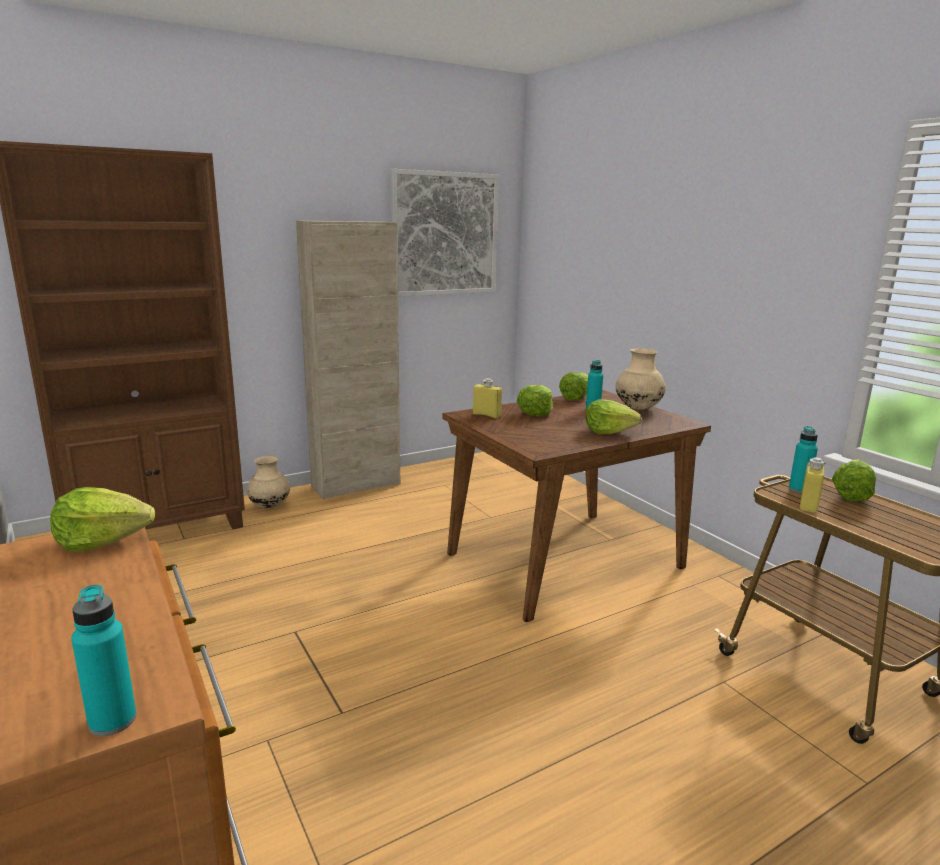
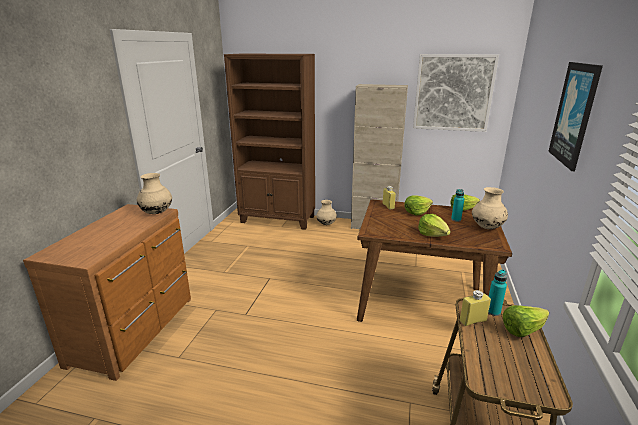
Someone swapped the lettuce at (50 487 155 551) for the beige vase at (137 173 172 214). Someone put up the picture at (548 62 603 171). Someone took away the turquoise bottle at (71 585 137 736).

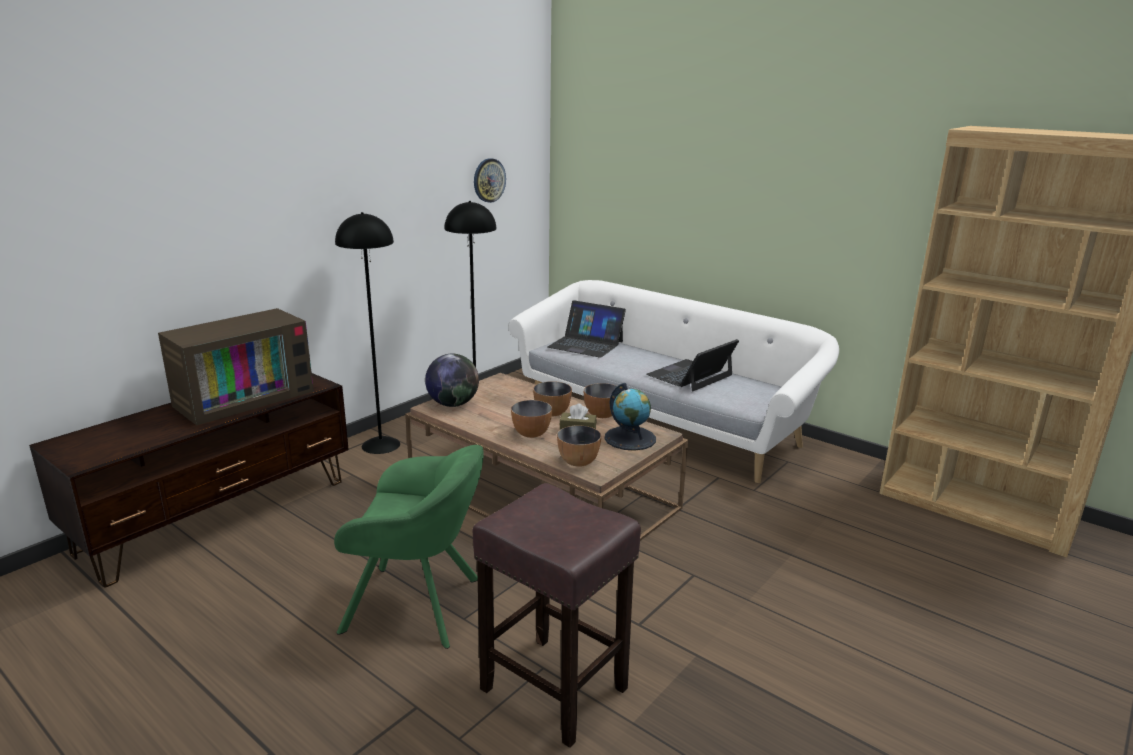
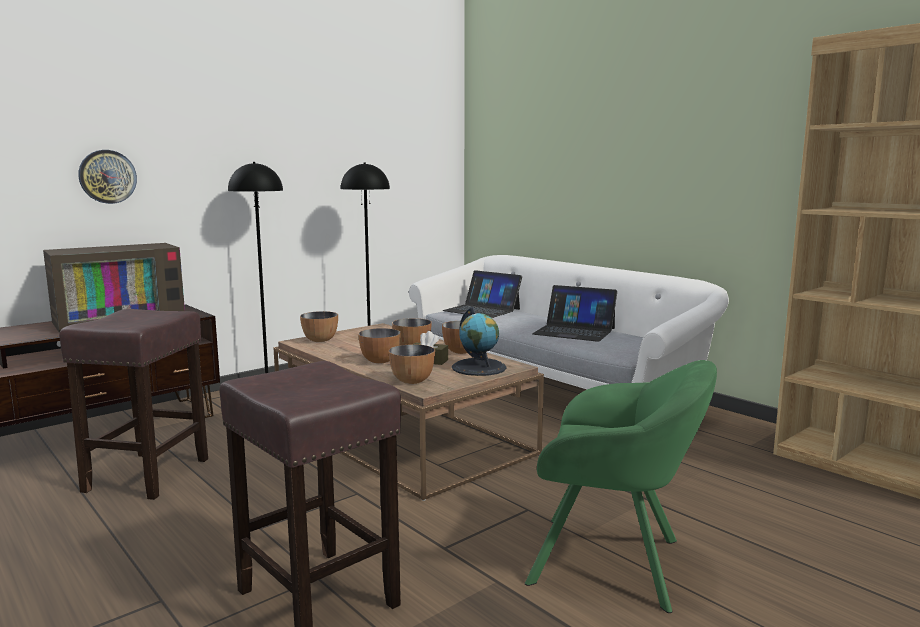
Someone put down the brown stool at (59 309 208 500). Someone carried the wall clock from (474 158 506 203) to (78 150 137 204). Someone swapped the globe at (425 354 479 407) for the bowl at (300 311 338 342). Someone carried the green armchair from (334 445 484 649) to (525 360 717 613). Someone rotated the laptop at (647 339 739 391) by 120 degrees counterclockwise.

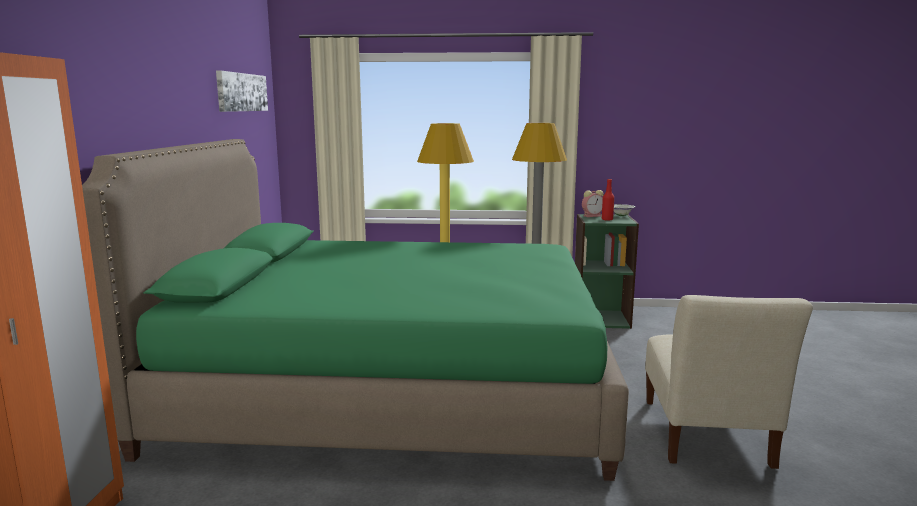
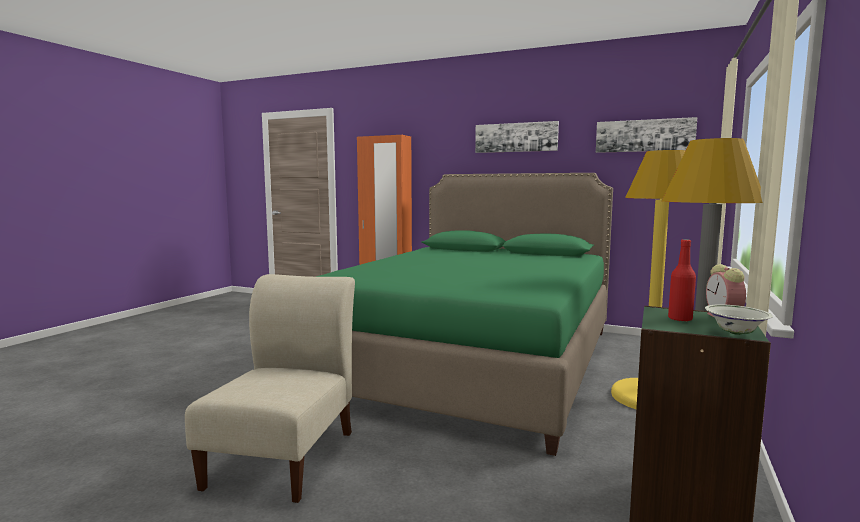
Someone rotated the beige chair at (645 295 813 469) by 75 degrees clockwise. Someone put up the picture at (475 121 559 153).

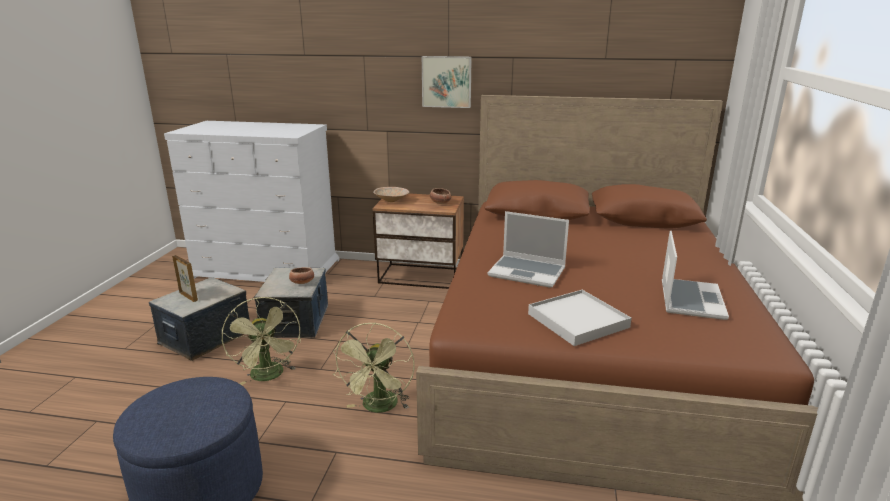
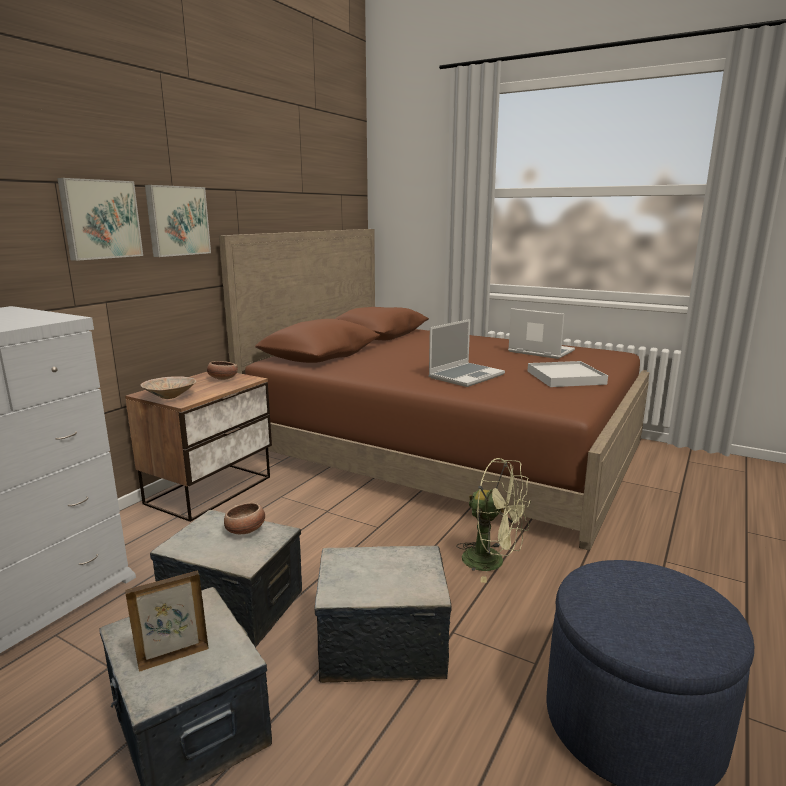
Someone put up the picture at (57 178 143 261). Someone swapped the green fan at (222 297 301 385) for the storage box at (315 546 452 683).

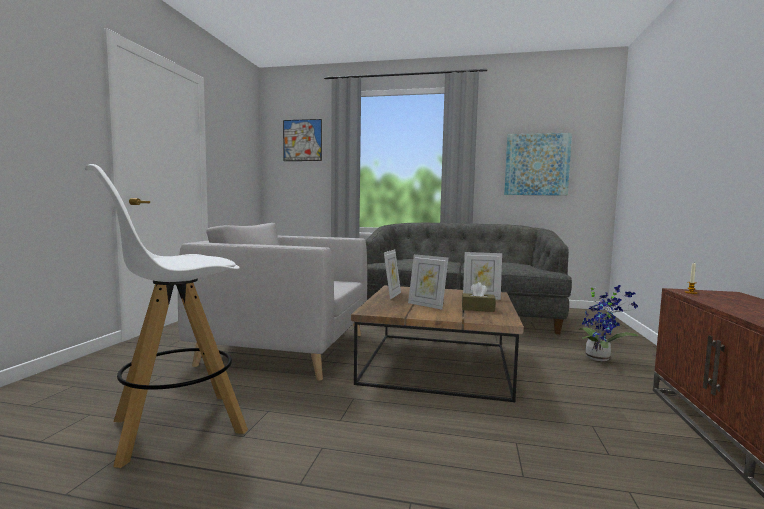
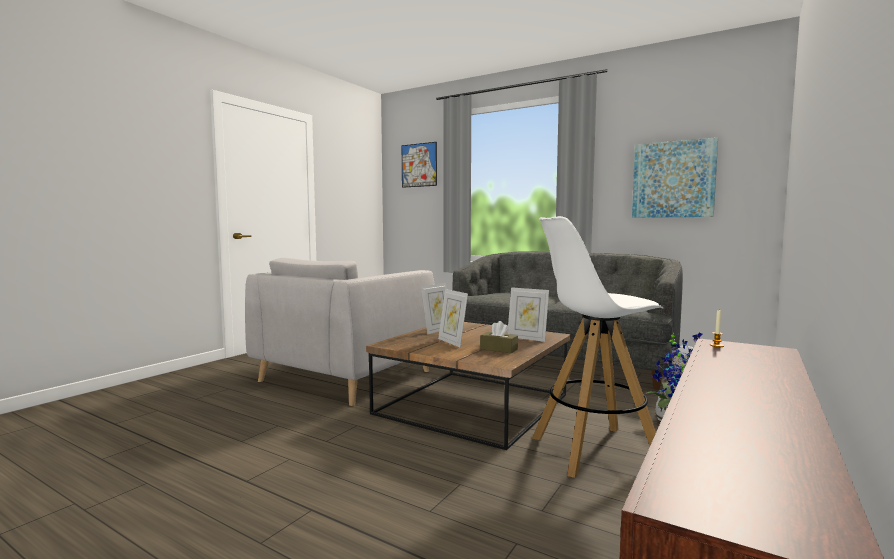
Someone rotated the grey armchair at (178 223 367 380) by 90 degrees counterclockwise. Someone carried the white stool from (85 164 248 468) to (532 216 663 478).

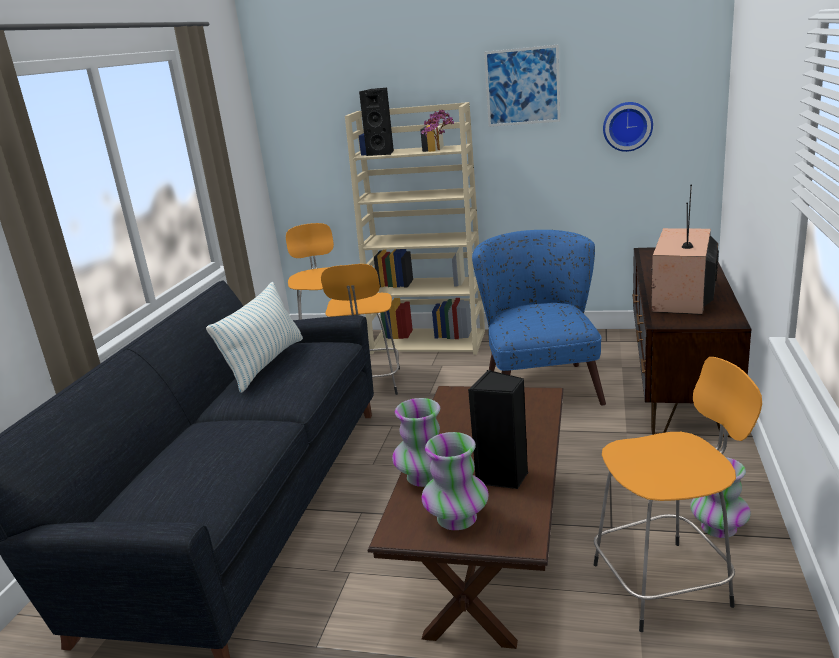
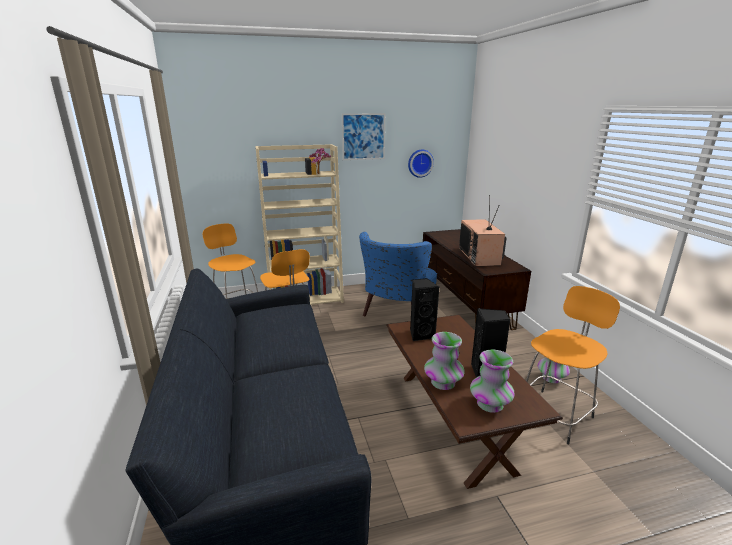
Someone rotated the blue armchair at (472 230 606 406) by 120 degrees counterclockwise. Someone carried the black speaker from (359 88 394 156) to (410 278 439 341). Someone took away the pillow at (206 282 303 393).

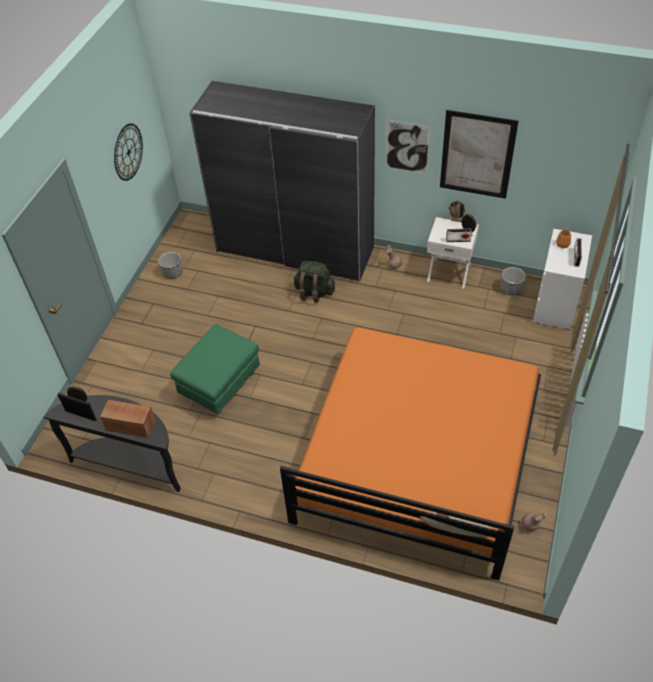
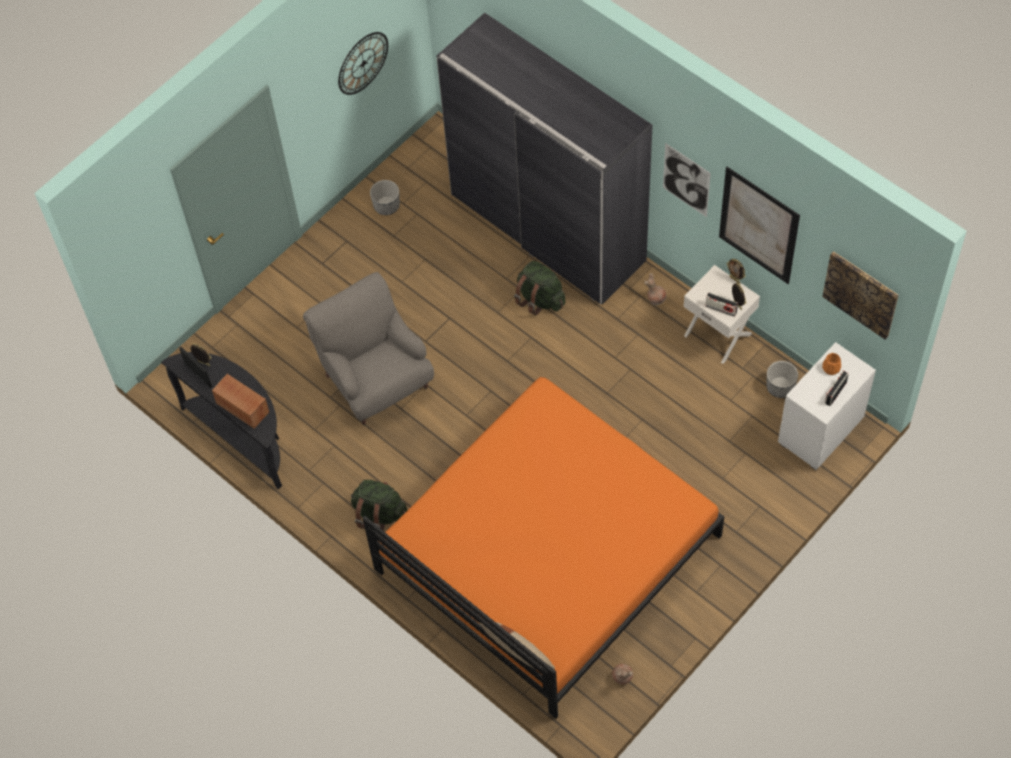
Someone swapped the green ottoman at (170 324 260 414) for the grey armchair at (303 272 434 425). Someone put down the green backpack at (351 480 407 530). Someone put up the picture at (822 251 899 340).

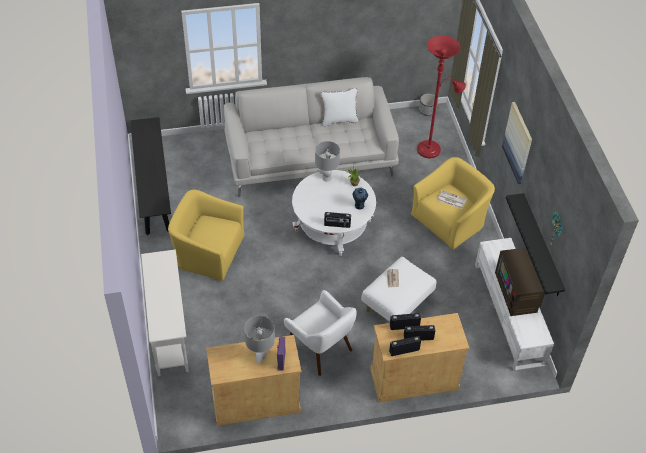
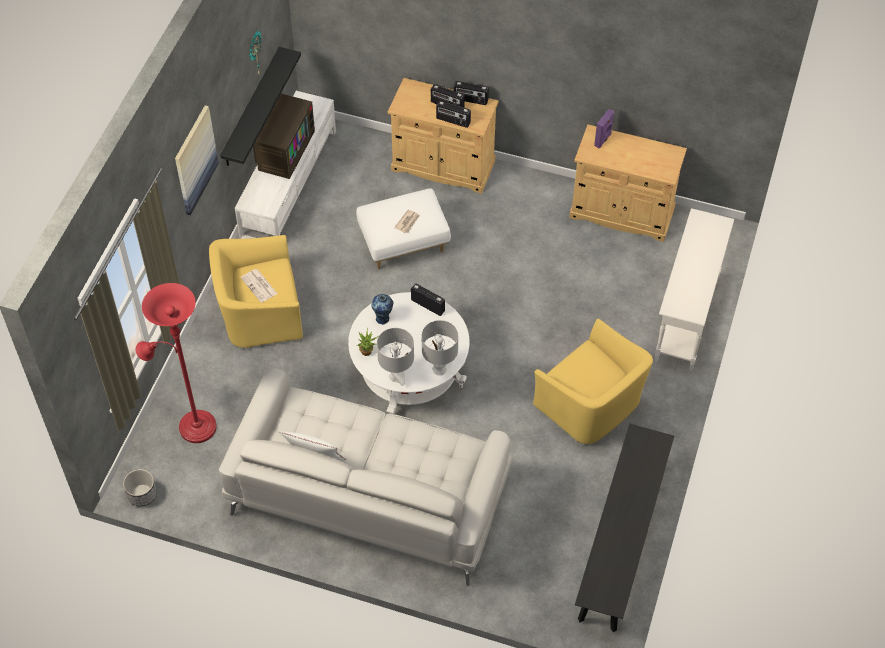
Someone carried the grey table lamp from (244 316 275 364) to (422 320 458 376). Someone took away the white armchair at (284 290 357 376).

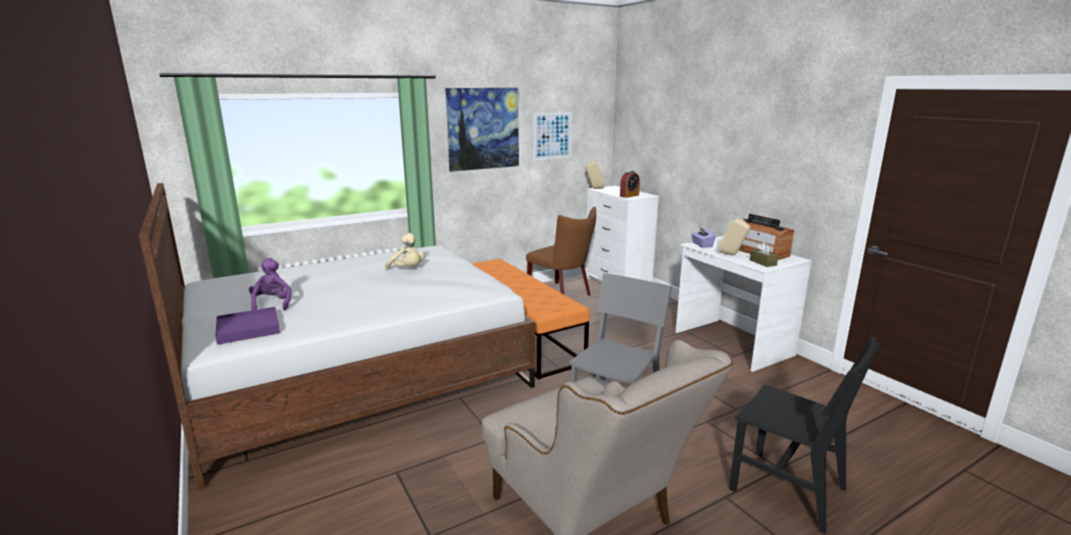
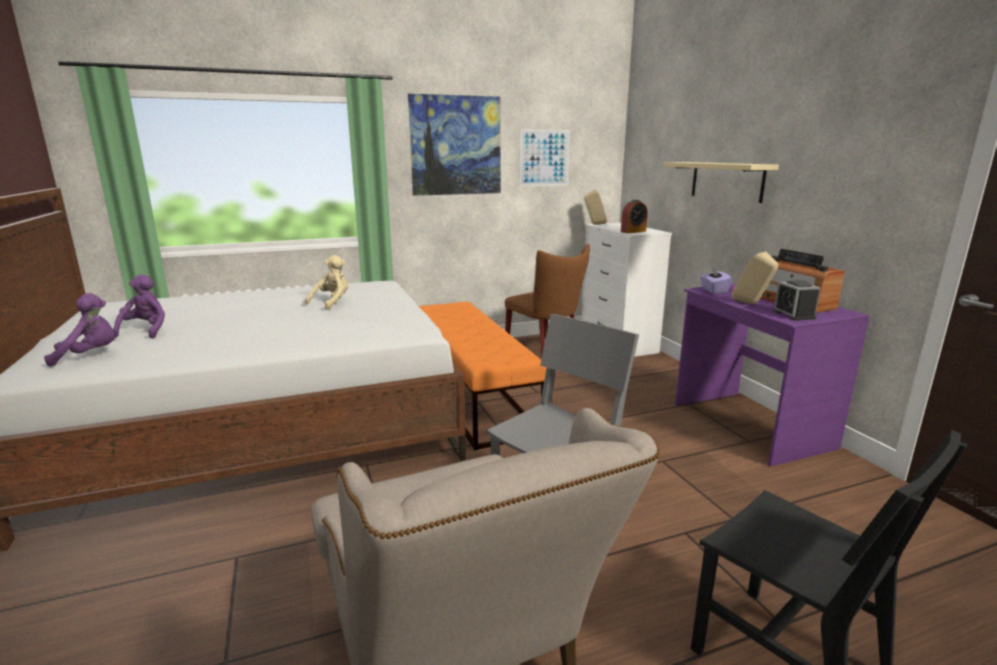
Someone swapped the purple tray at (215 307 280 345) for the purple plush toy at (44 293 115 367). Someone rotated the beige plush toy at (385 233 424 270) by 105 degrees counterclockwise. Someone put up the beige shelf at (663 162 779 203). Someone repainted the white desk at (676 236 812 372), which became the purple desk at (675 283 869 467). Someone swapped the brown tissue box at (750 243 778 267) for the alarm clock at (773 280 821 321).

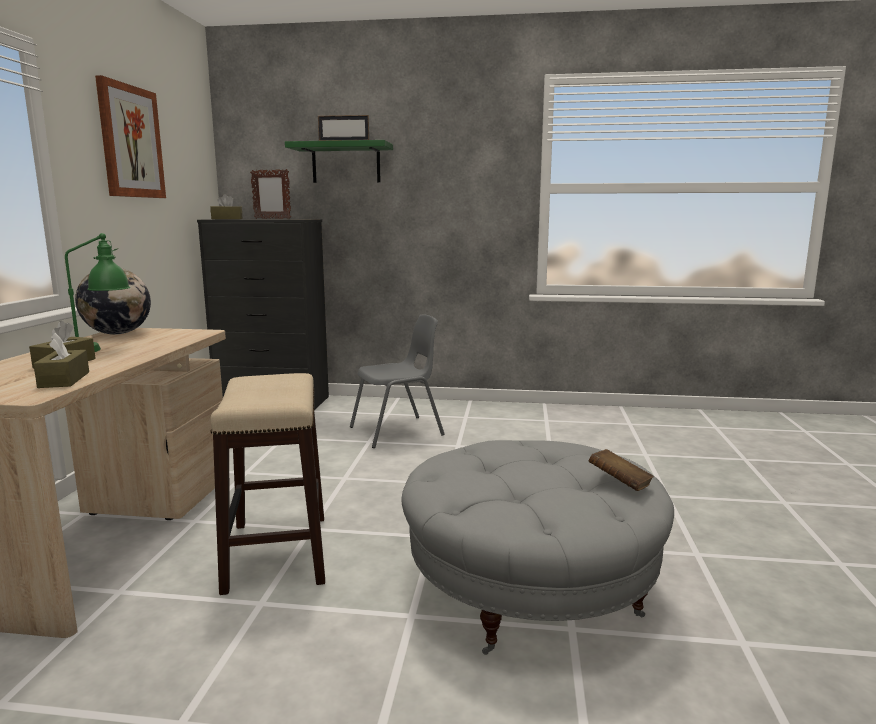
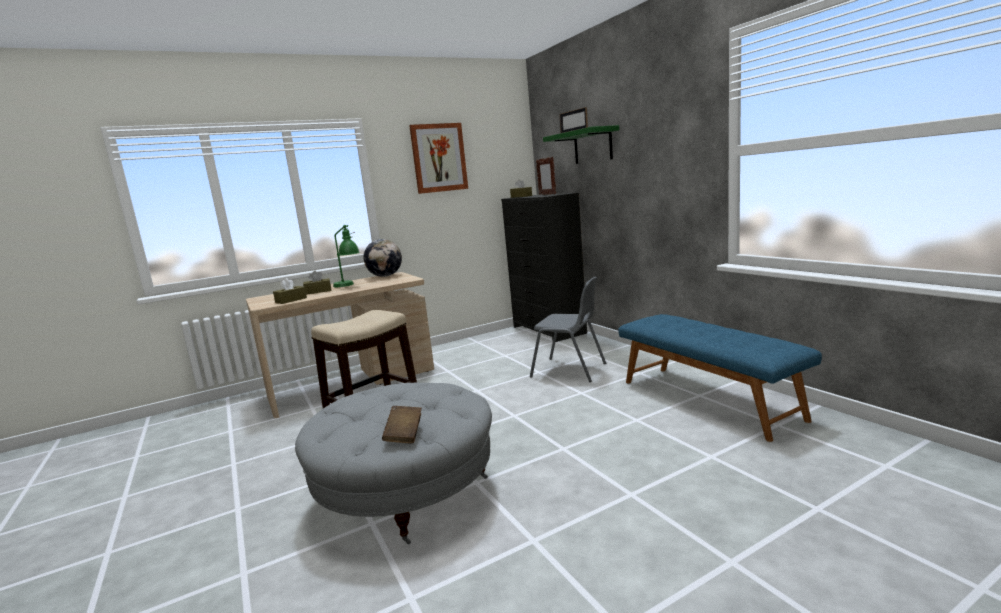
Someone put down the blue bench at (618 314 822 442).

